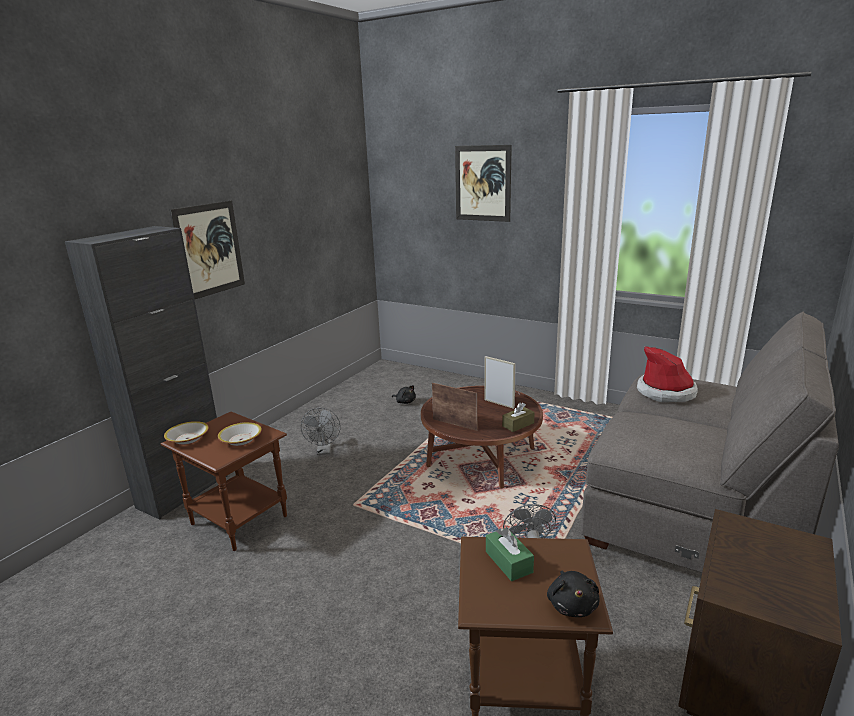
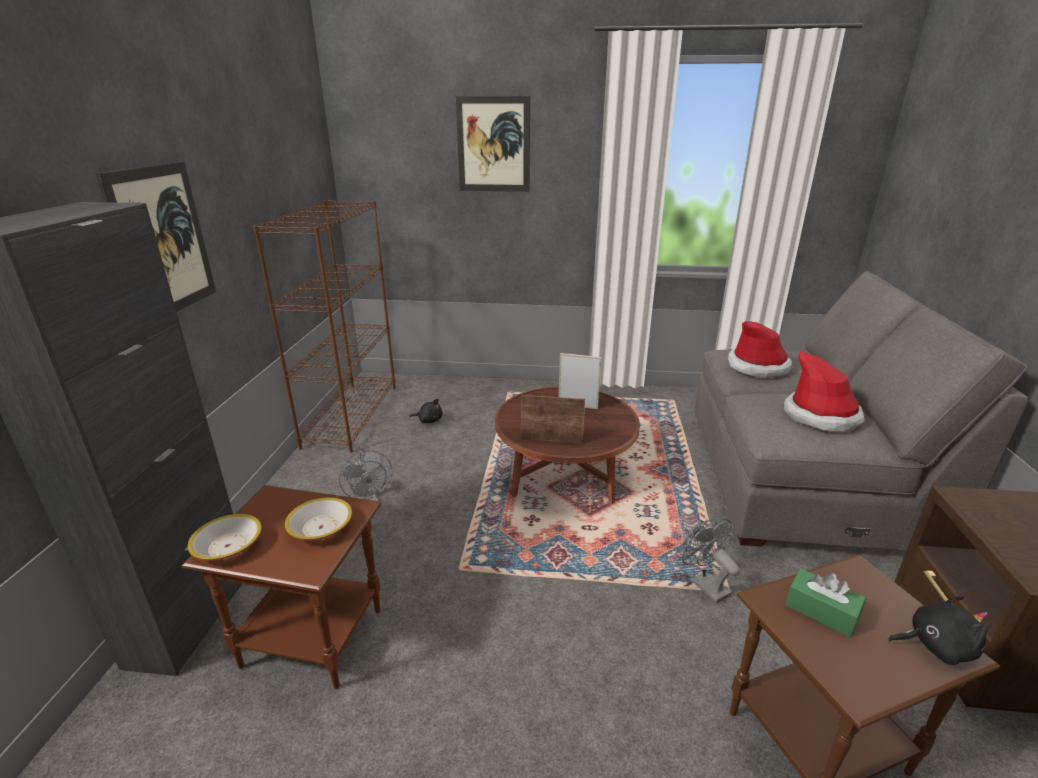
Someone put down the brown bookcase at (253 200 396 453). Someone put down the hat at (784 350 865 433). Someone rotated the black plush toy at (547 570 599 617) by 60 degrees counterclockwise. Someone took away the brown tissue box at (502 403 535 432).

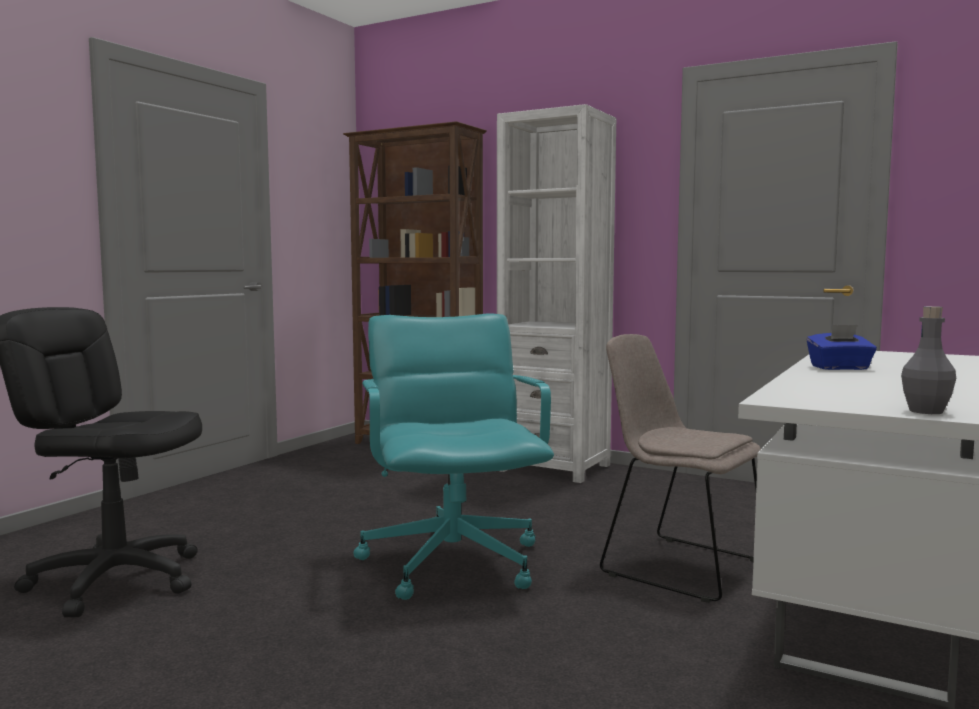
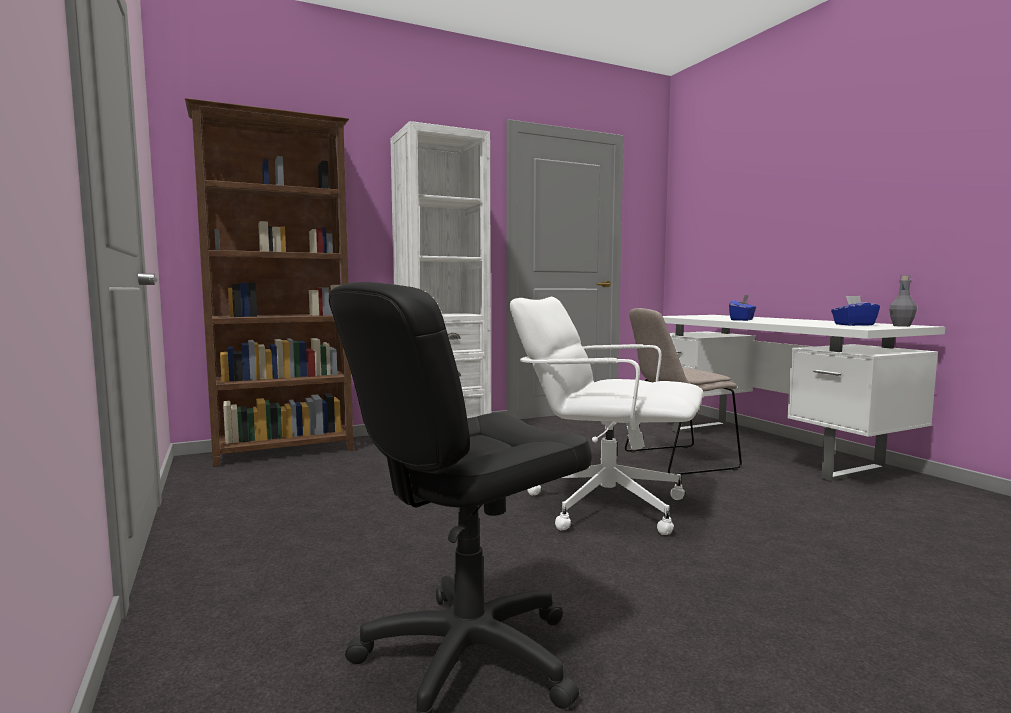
Someone repainted the turquoise office chair at (353 313 554 600), which became the white office chair at (510 297 703 535). Someone put down the blue tissue box at (831 296 880 326).

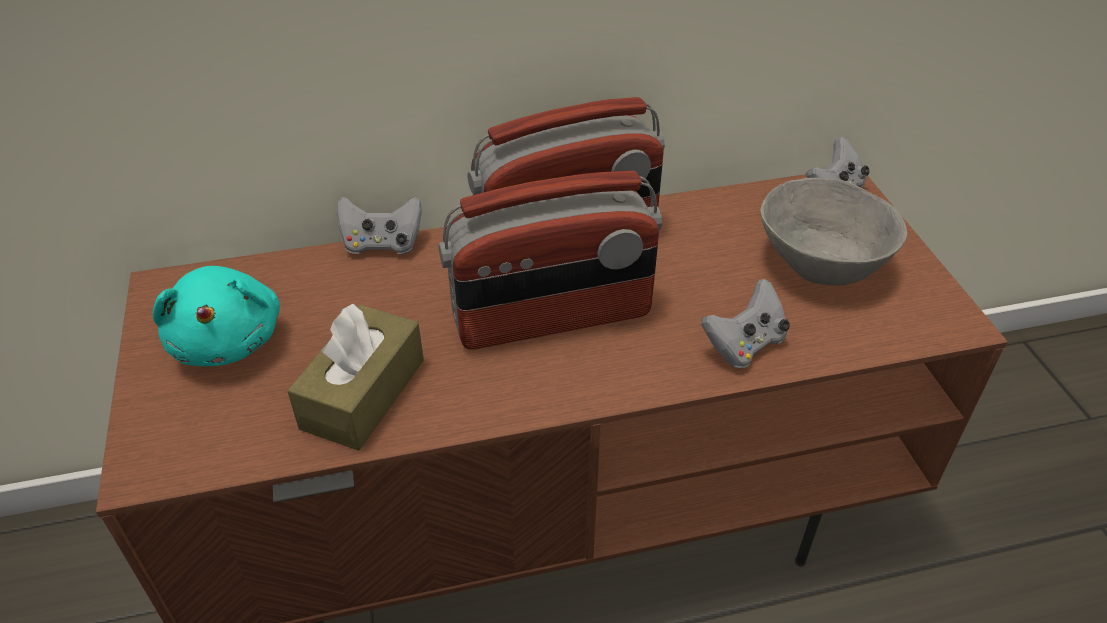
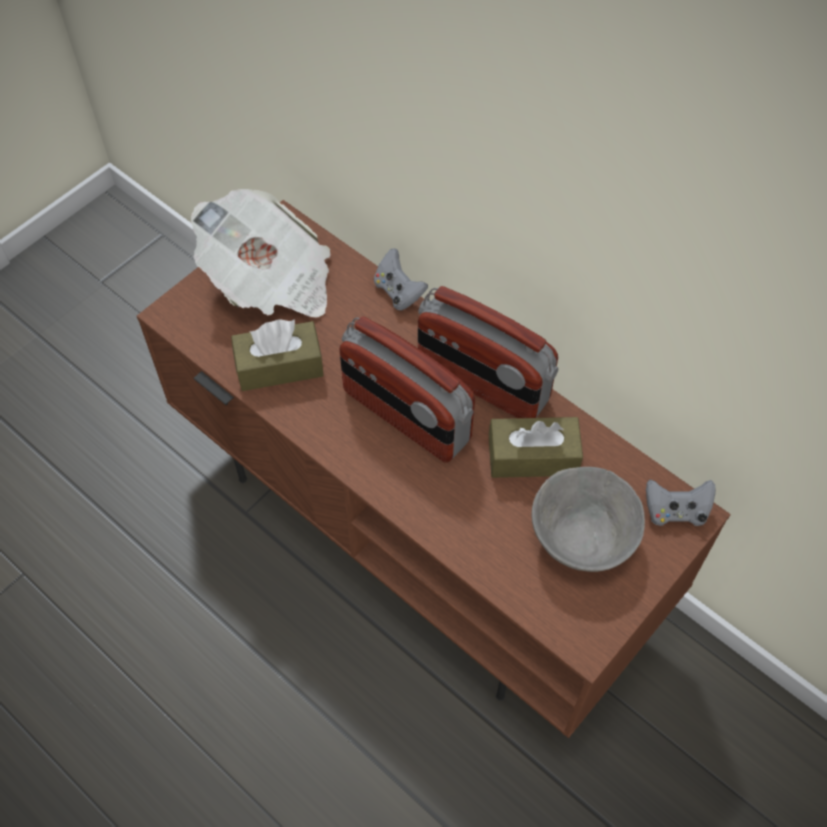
Someone swapped the turquoise plush toy at (153 266 280 366) for the newspaper at (191 189 331 318). Someone put down the brown tissue box at (489 417 583 478). Someone took away the grey game controller at (701 279 790 368).

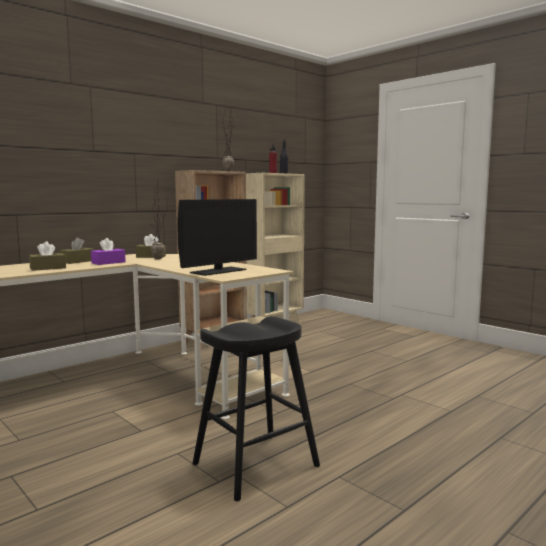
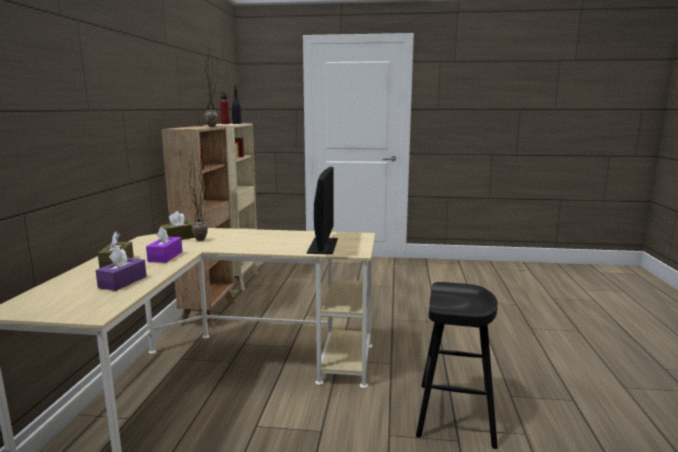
Someone repainted the brown tissue box at (29 241 66 271), which became the purple tissue box at (96 247 147 291).

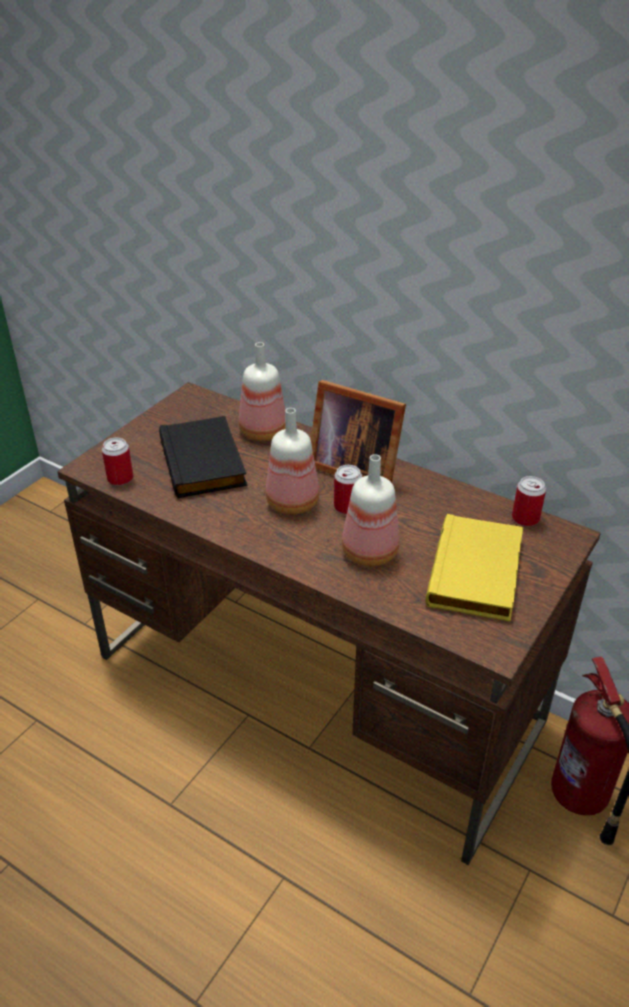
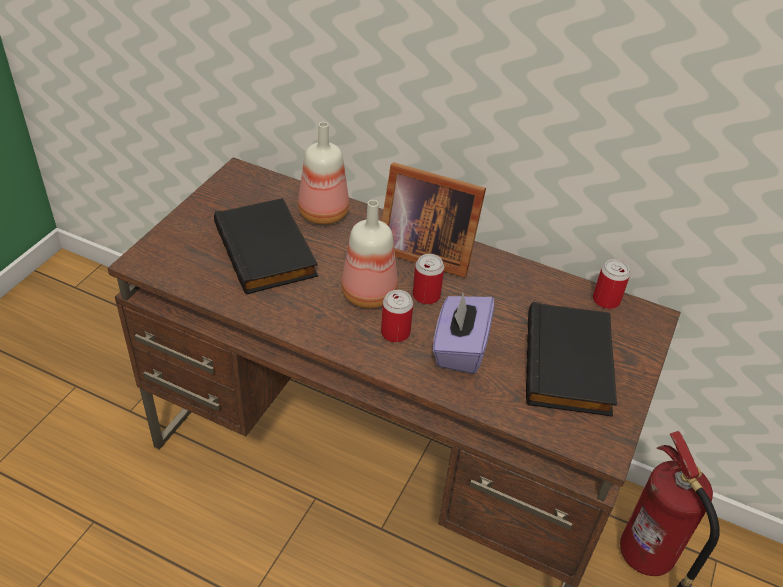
Someone carried the can from (102 438 133 486) to (381 290 413 343). Someone swapped the bottle at (342 454 399 567) for the purple tissue box at (433 293 494 374). Someone repainted the yellow book at (425 514 523 622), which became the black book at (526 302 617 417).

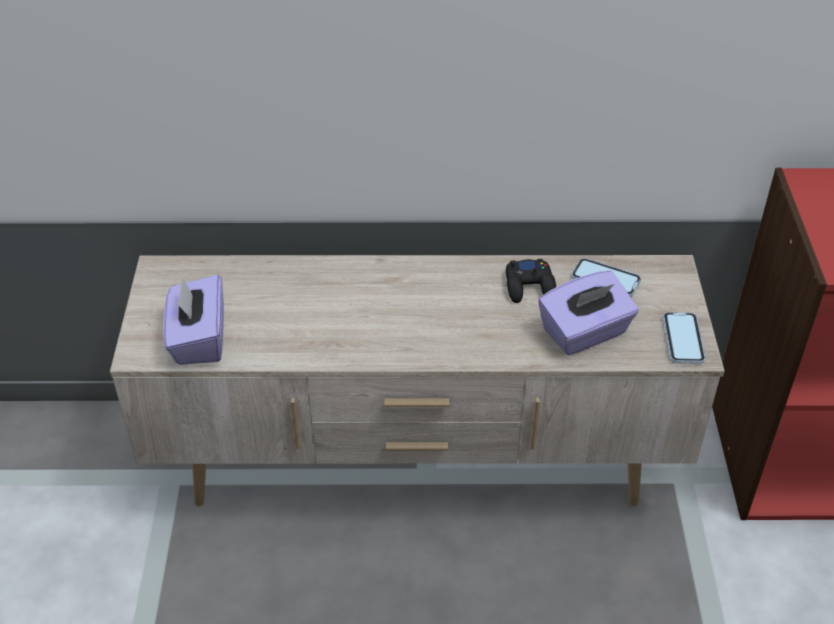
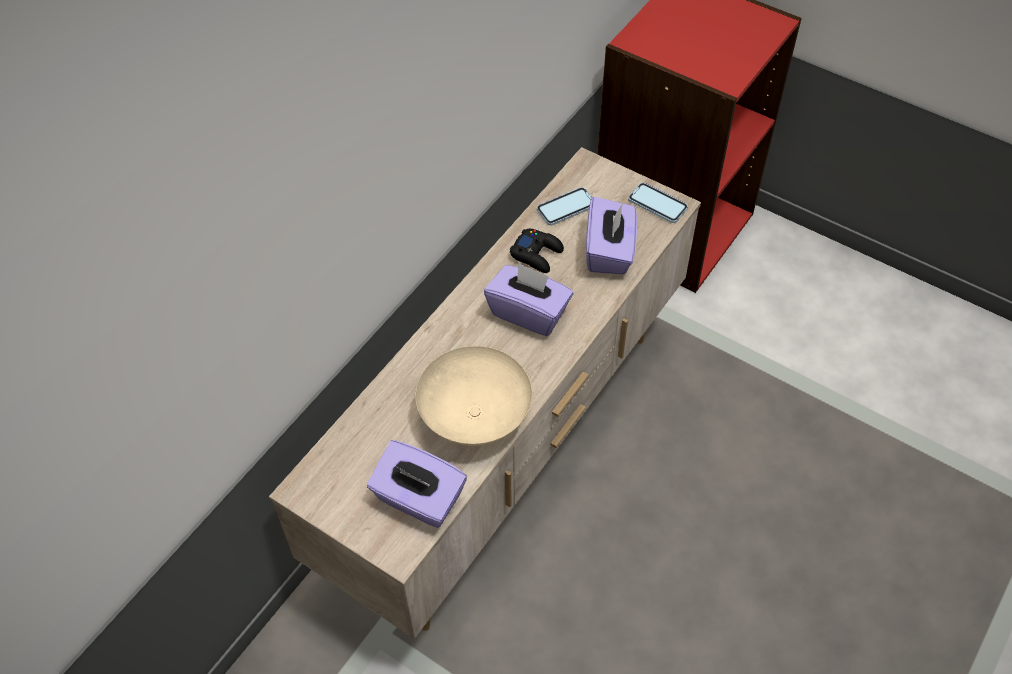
Someone put down the beige bowl at (415 346 532 446). Someone put down the purple tissue box at (484 263 573 336).

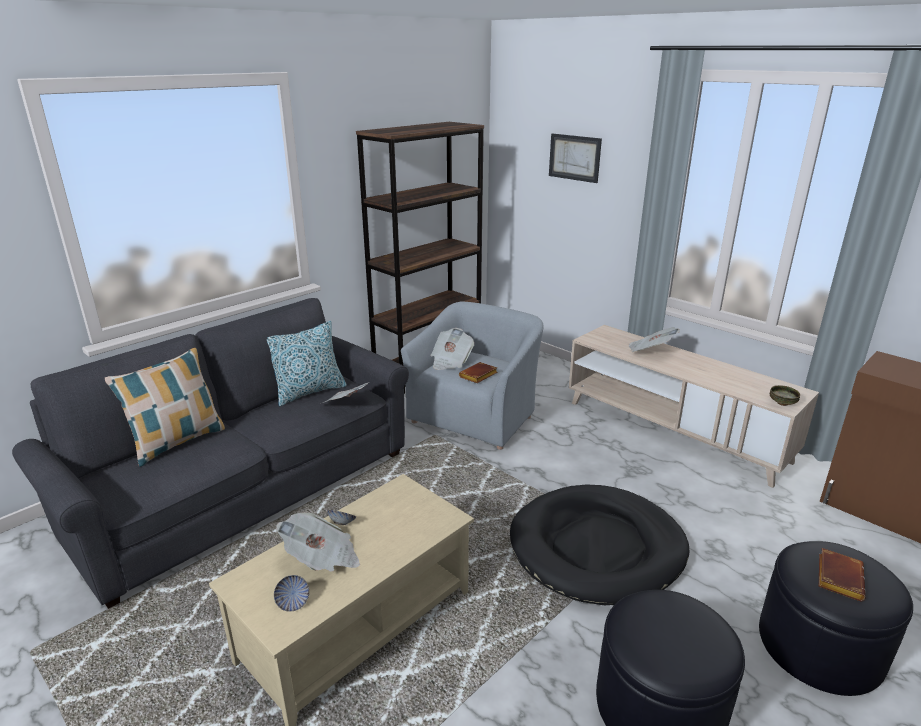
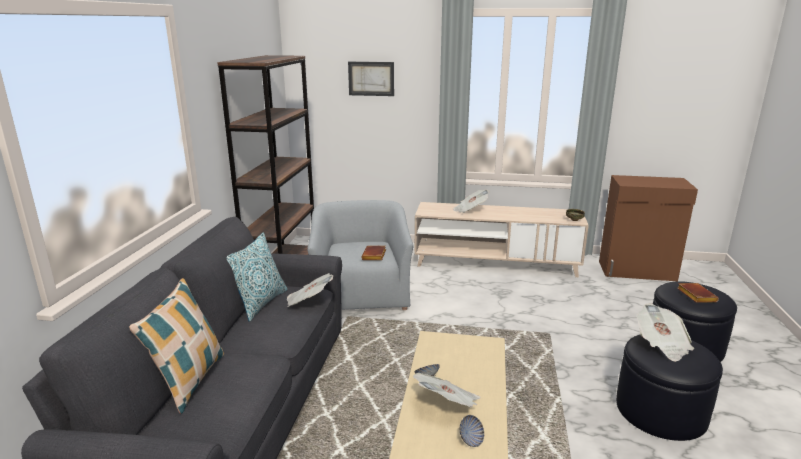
Someone carried the newspaper from (430 328 474 370) to (636 303 694 362). Someone took away the black dog bed at (510 484 690 605).

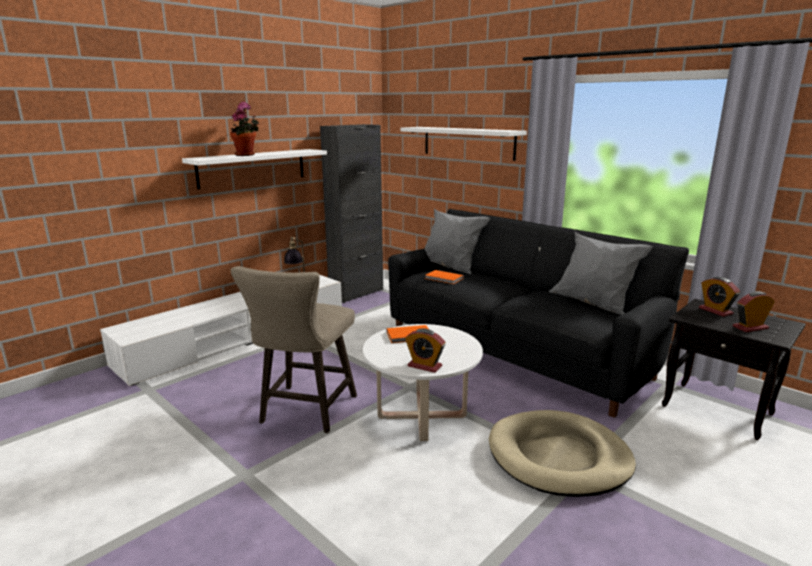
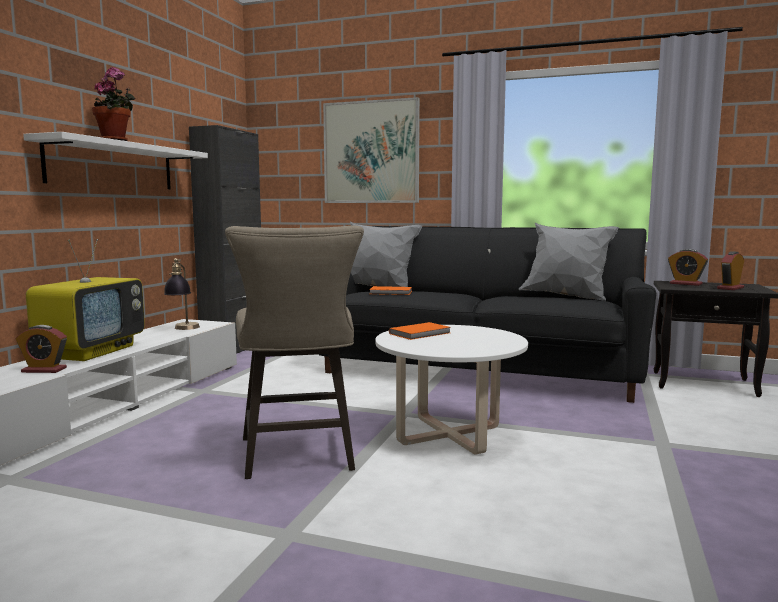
Someone carried the alarm clock from (405 328 445 373) to (16 325 67 373). Someone put down the television at (26 239 145 361). Someone swapped the white shelf at (400 127 527 161) for the picture at (323 97 420 203). Someone took away the beige dog bed at (489 410 636 497).

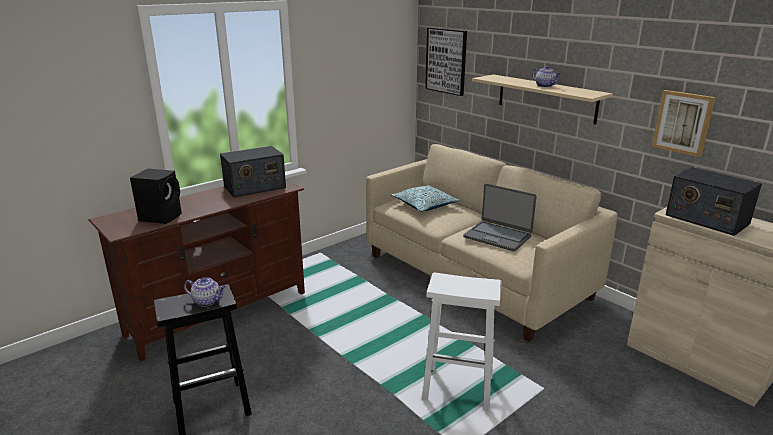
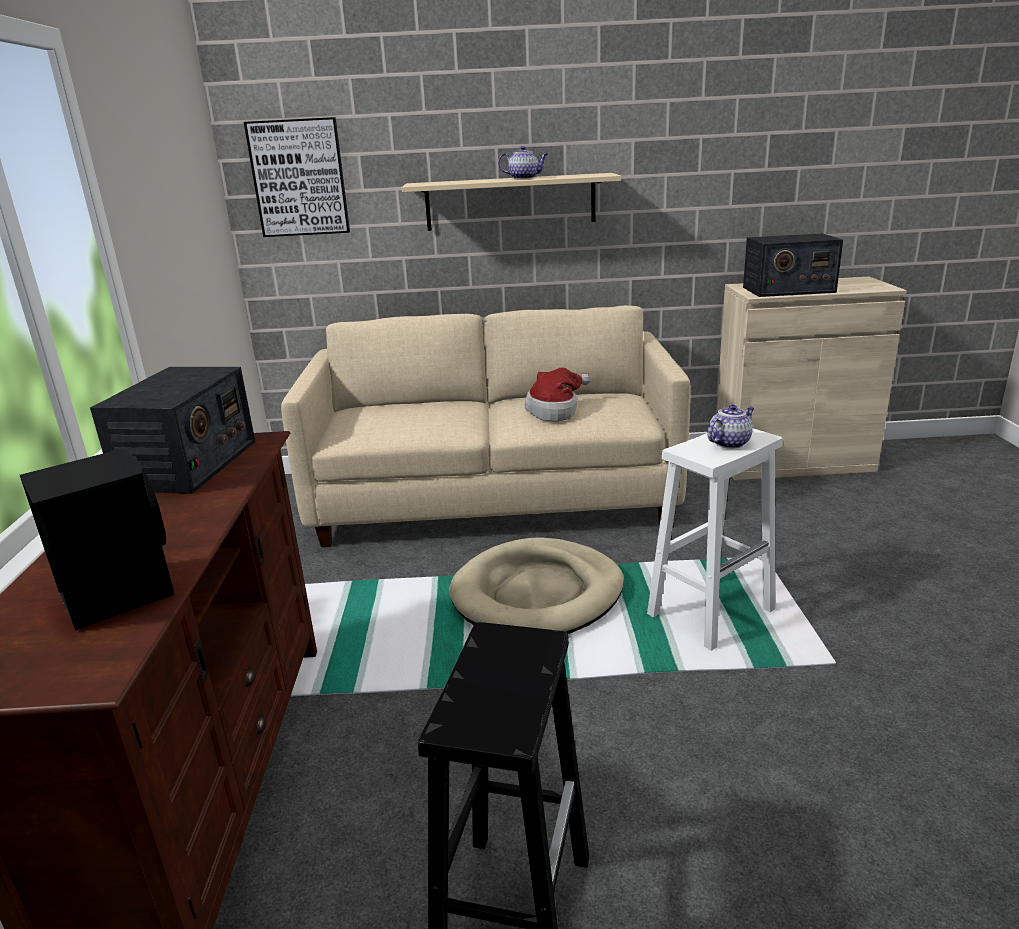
Someone put down the beige dog bed at (449 537 624 634). Someone swapped the laptop at (463 184 537 252) for the hat at (525 367 591 421). Someone carried the teapot from (184 277 226 307) to (707 404 754 449). Someone took away the pillow at (391 185 460 212). Someone took away the picture at (652 90 716 157).

